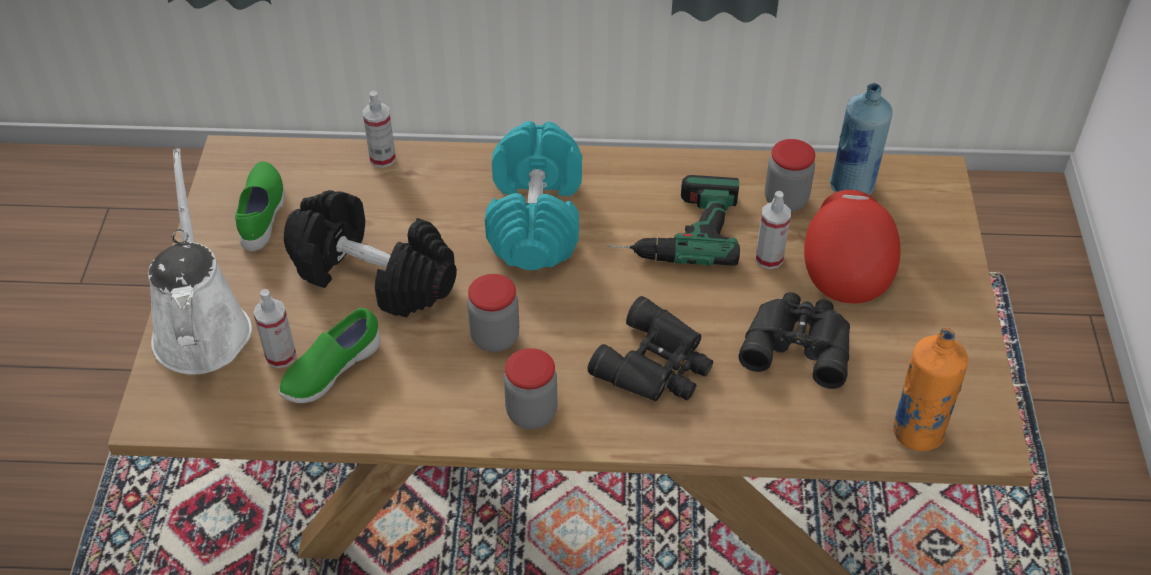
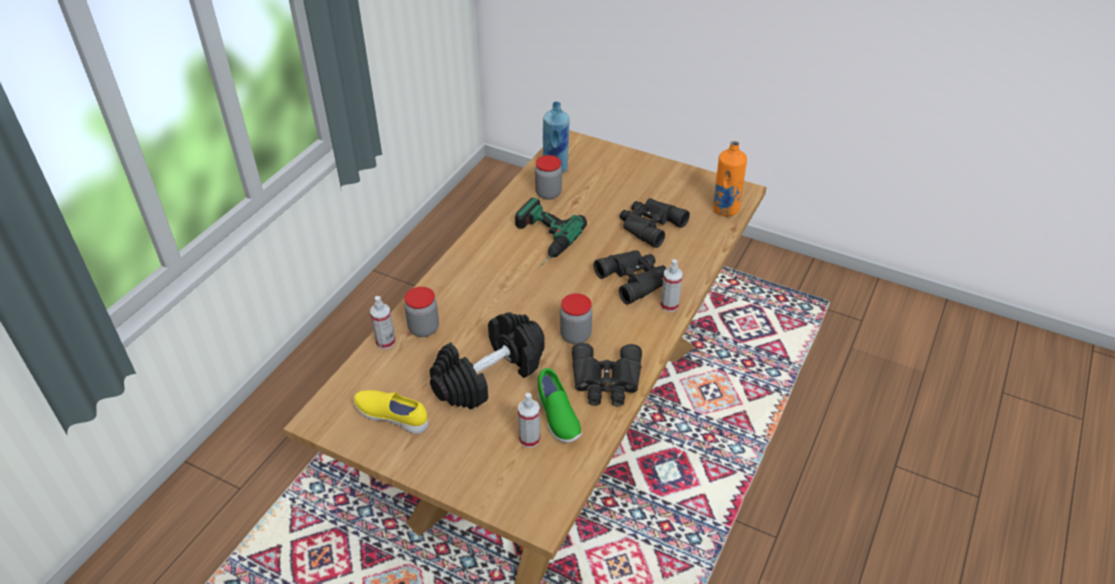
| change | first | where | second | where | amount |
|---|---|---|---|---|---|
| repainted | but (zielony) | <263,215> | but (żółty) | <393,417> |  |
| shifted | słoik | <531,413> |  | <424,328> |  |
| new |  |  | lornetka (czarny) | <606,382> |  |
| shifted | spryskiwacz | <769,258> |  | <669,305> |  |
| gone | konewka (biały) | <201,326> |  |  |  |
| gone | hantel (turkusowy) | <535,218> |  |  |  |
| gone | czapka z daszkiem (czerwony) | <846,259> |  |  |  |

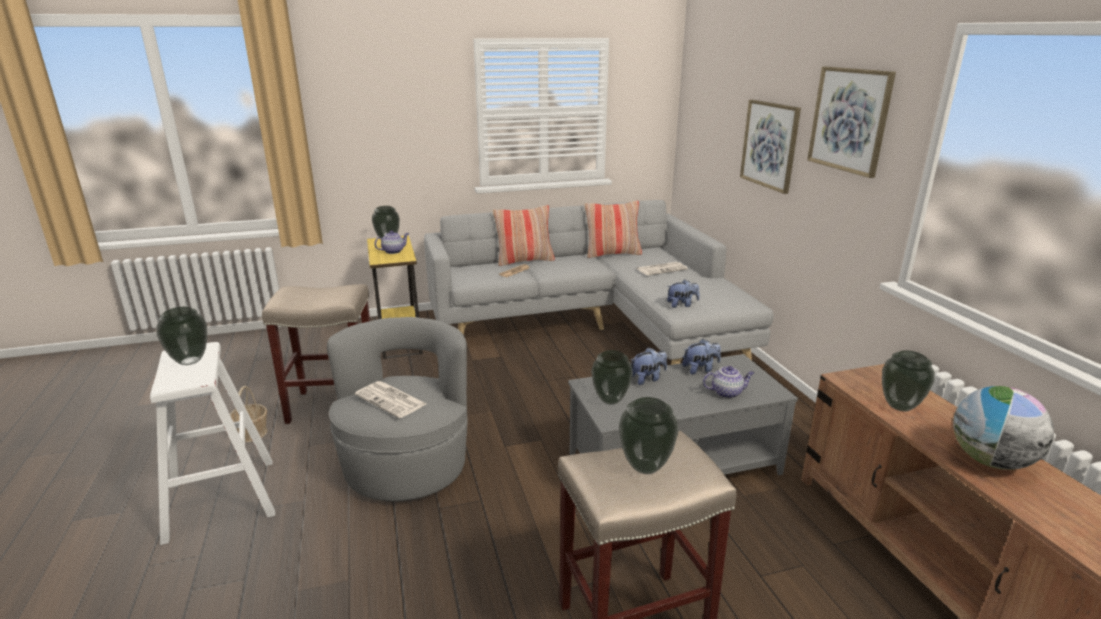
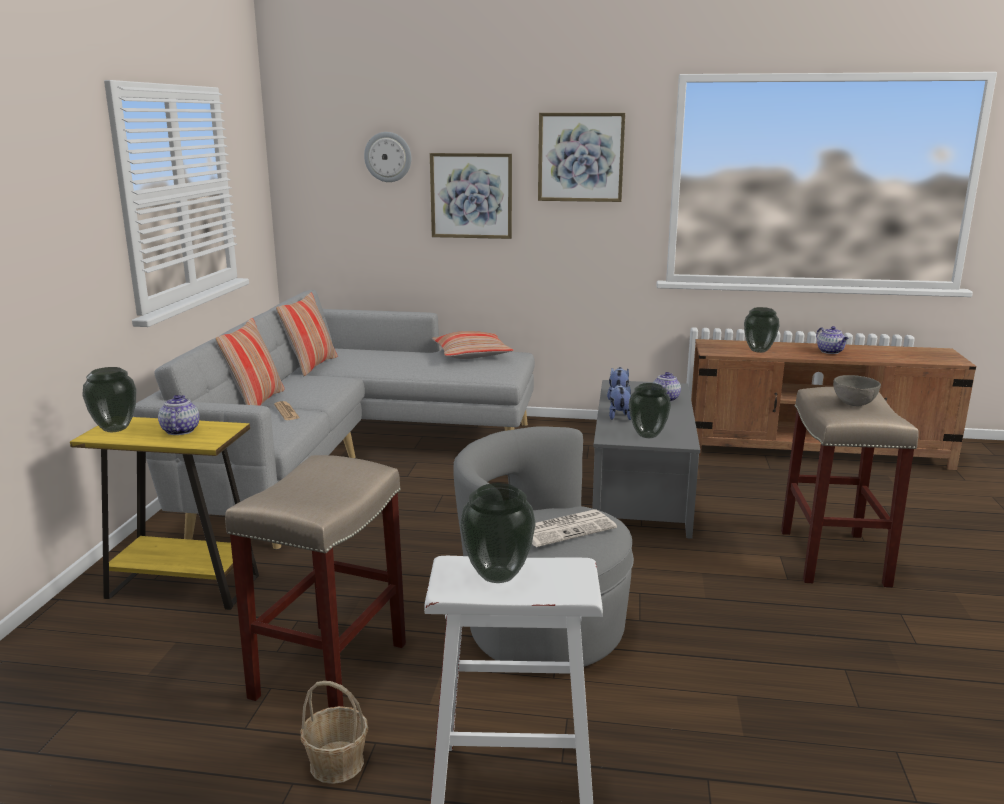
| change | first | where | second | where | amount |
|---|---|---|---|---|---|
| new |  |  | zegar ścienny | <388,157> |  |
| new |  |  | poduszka | <471,355> |  |
| swapped | globus | <990,461> | imbryk | <830,352> |  |
| swapped | wazon | <644,466> | miska (szary) | <853,403> |  |
| gone | gazeta | <661,269> |  |  |  |
| gone | pluszak | <682,305> |  |  |  |

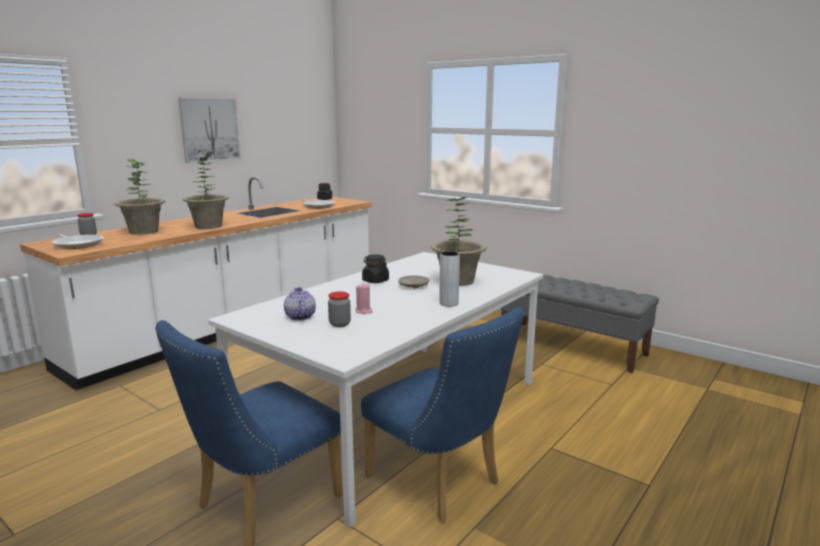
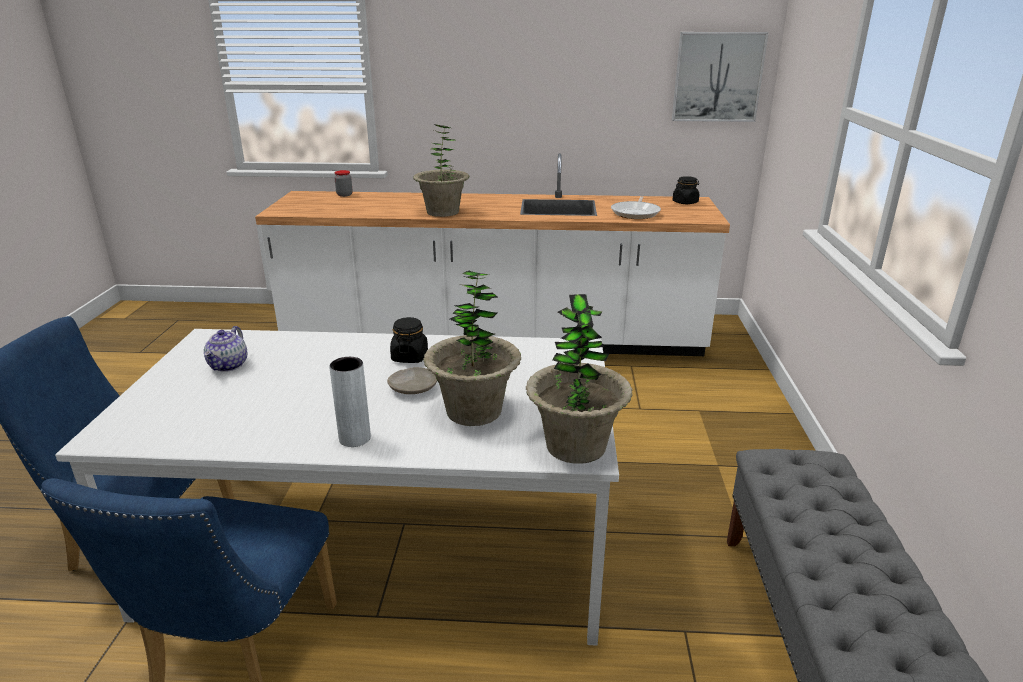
| change | first | where | second | where | amount |
|---|---|---|---|---|---|
| rotated | imbryk | <299,316> |  | <229,365> | 150 degrees clockwise |
| shifted | roślina doniczkowa | <144,231> |  | <575,446> |  |
| shifted | obraz | <209,129> |  | <717,77> |  |
| gone | patelnia | <77,244> |  |  |  |
| gone | słoik | <339,324> |  |  |  |
| gone | świeca (różowy) | <363,311> |  |  |  |

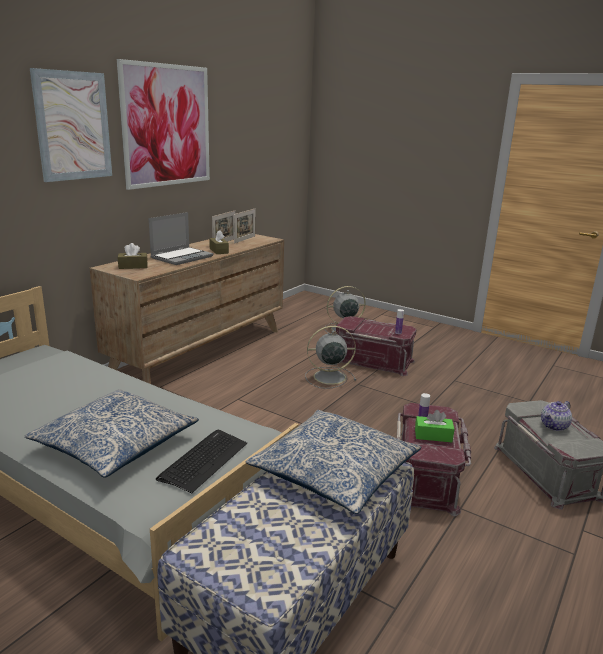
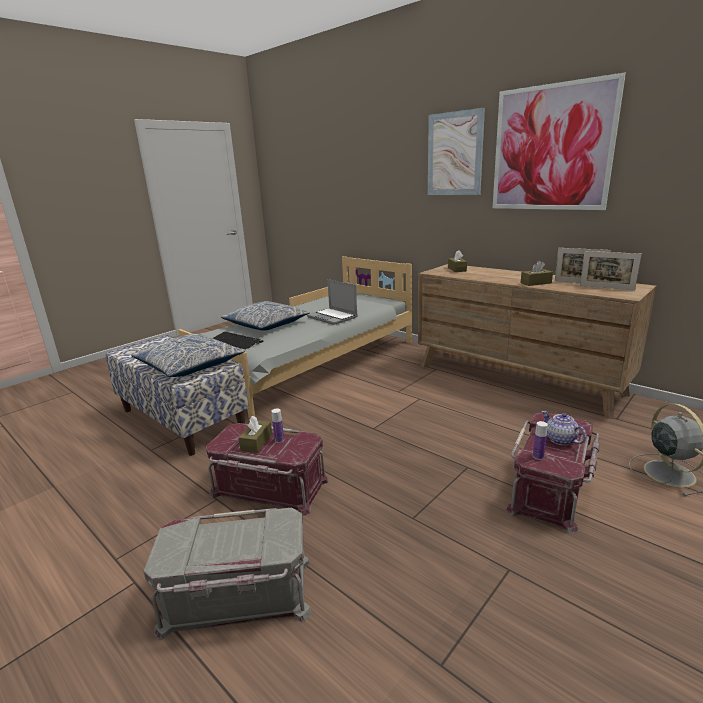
| change | first | where | second | where | amount |
|---|---|---|---|---|---|
| repainted | pudełko chusteczek (zielony) | <433,435> | pudełko chusteczek (brązowy) | <256,442> |  |
| shifted | laptop | <182,257> |  | <333,317> |  |
| shifted | imbryk | <554,426> |  | <560,440> |  |
| gone | wentylator (szary) | <328,377> |  |  |  |

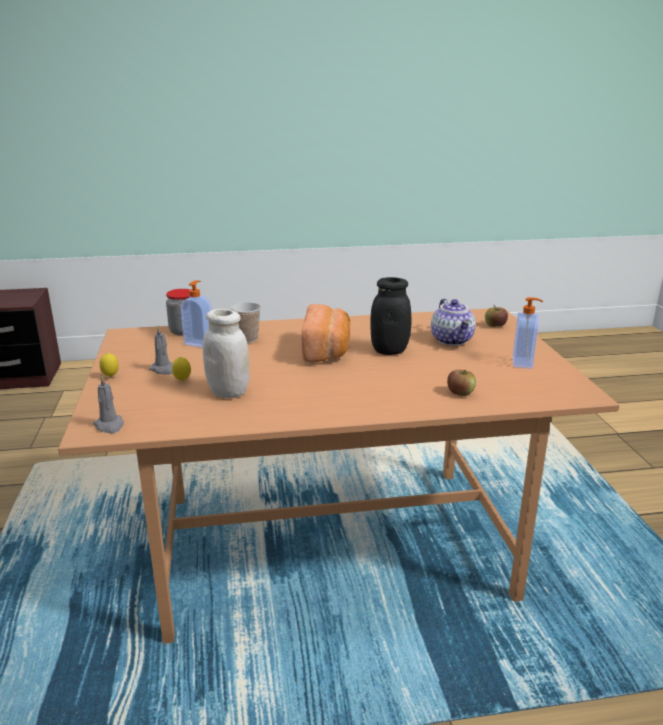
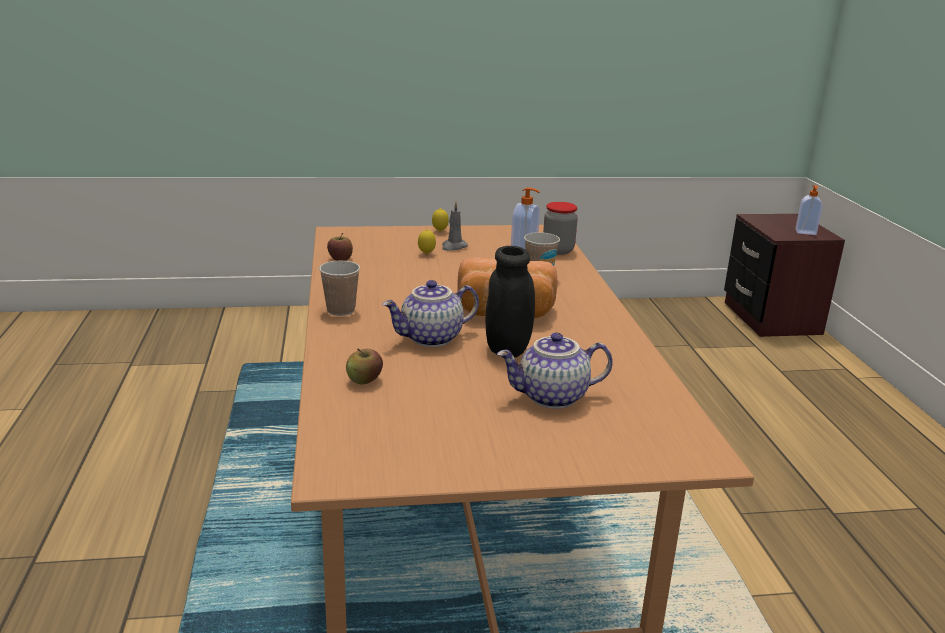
| change | first | where | second | where | amount |
|---|---|---|---|---|---|
| new |  |  | filiżanka | <341,310> |  |
| shifted | jabłko | <495,325> |  | <340,259> |  |
| new |  |  | imbryk | <431,339> |  |
| shifted | dozownik mydła | <523,363> |  | <805,232> |  |
| gone | świeca (szary) | <109,426> |  |  |  |
| gone | słoik (biały) | <228,392> |  |  |  |

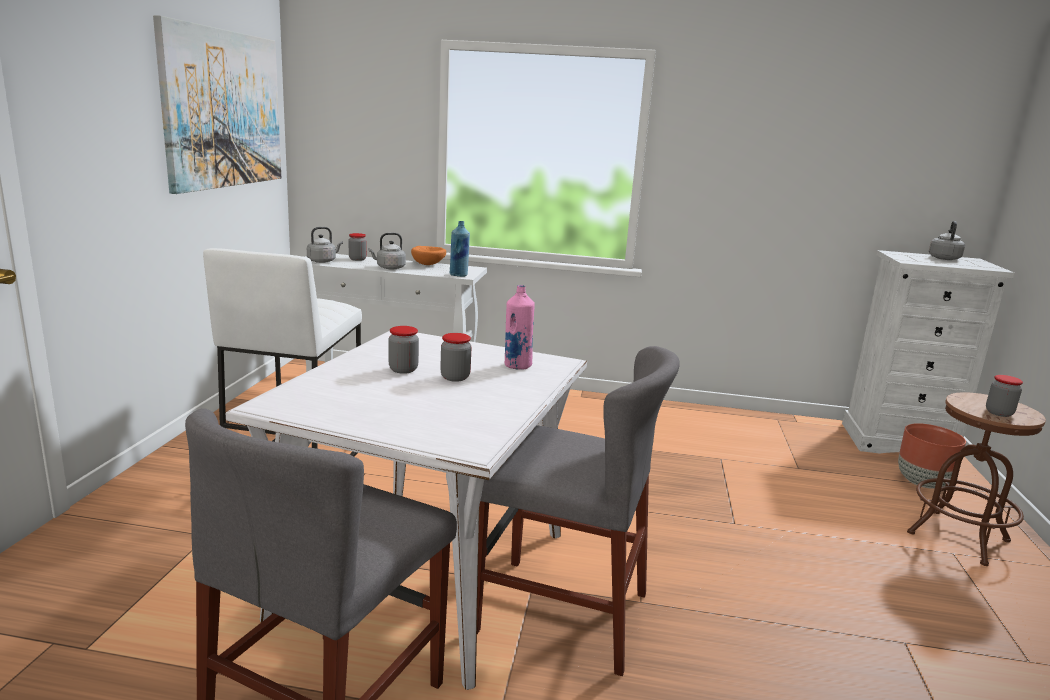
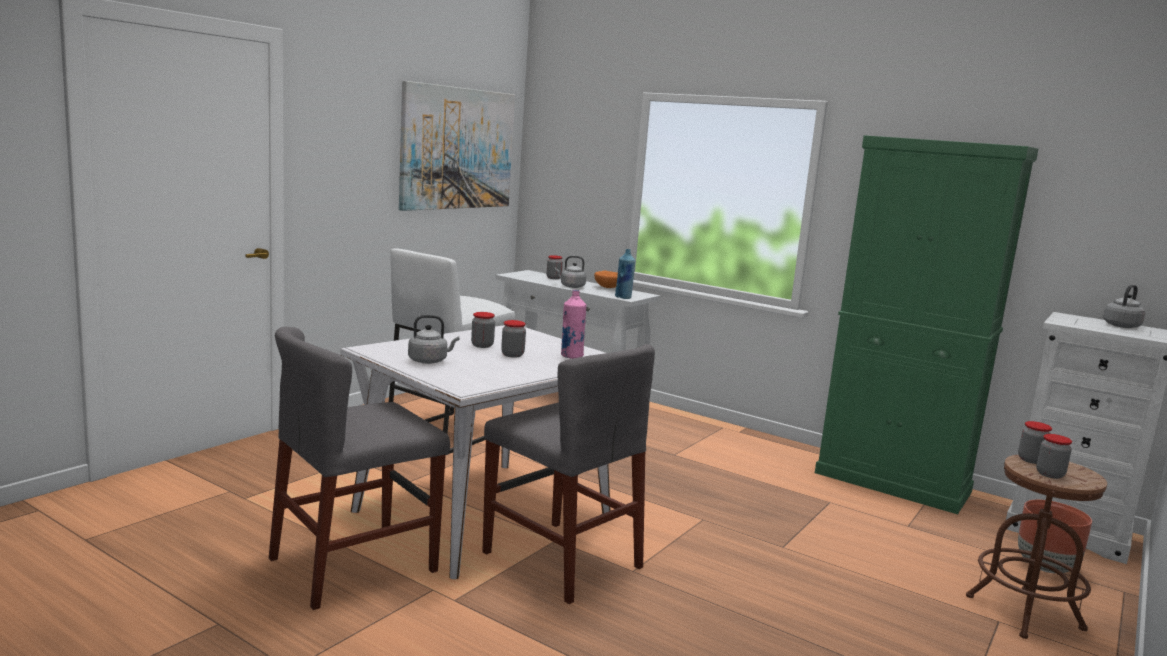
| change | first | where | second | where | amount |
|---|---|---|---|---|---|
| shifted | czajnik (szary) | <323,261> |  | <430,361> |  |
| new |  |  | szafka (zielony) | <892,482> |  |
| new |  |  | słoik | <1031,460> |  |

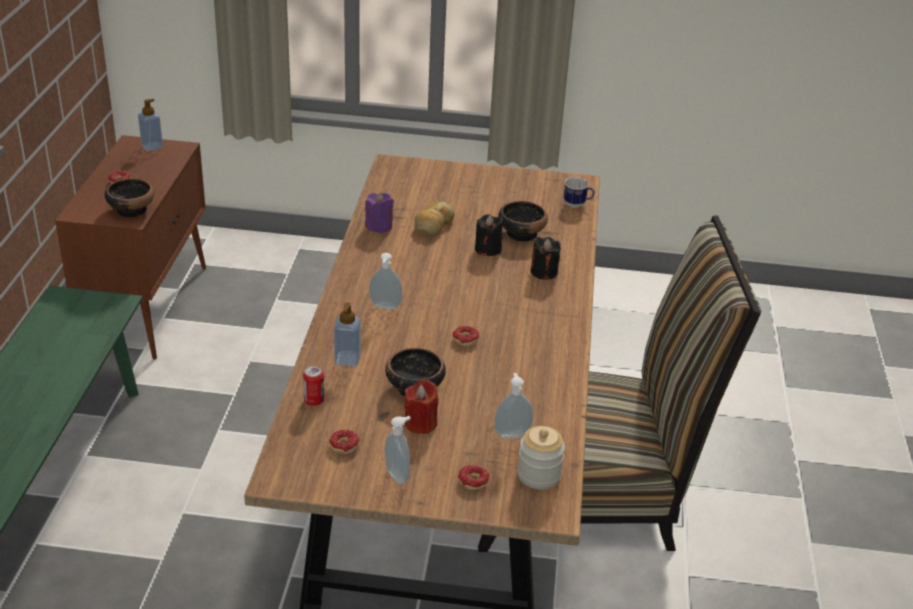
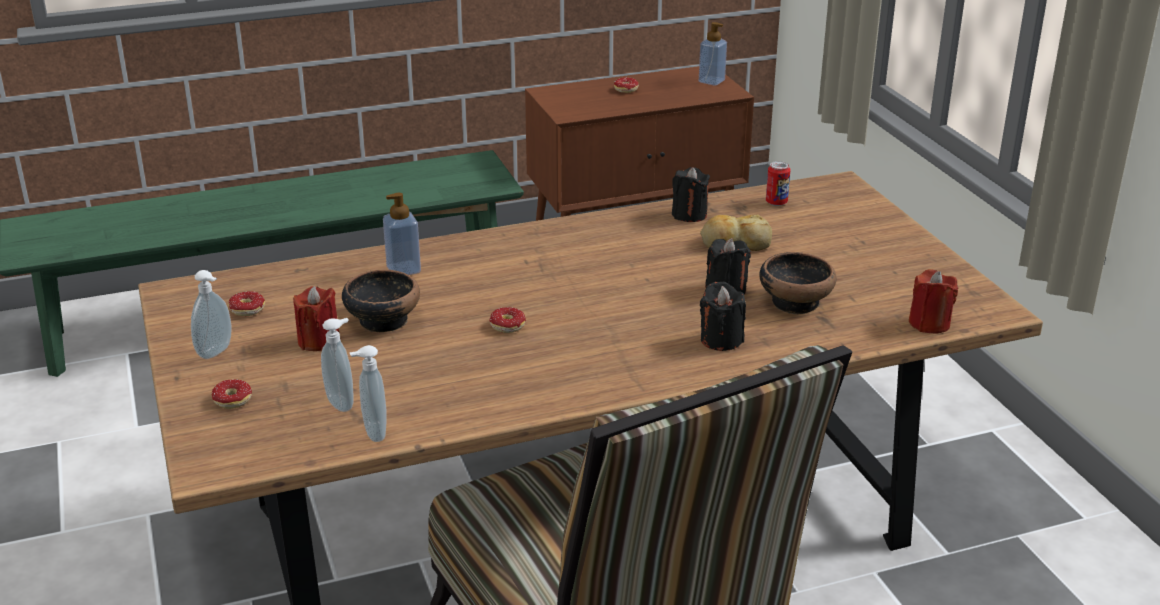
| change | first | where | second | where | amount |
|---|---|---|---|---|---|
| shifted | dozownik mydła | <385,307> |  | <373,433> |  |
| repainted | świeca (fioletowy) | <379,226> | świeca (czarny) | <689,214> |  |
| shifted | puszka | <314,401> |  | <776,202> |  |
| swapped | kubek | <577,205> | świeca (czerwony) | <929,323> |  |
| gone | miska | <131,210> |  |  |  |
| gone | słoik | <539,475> |  |  |  |

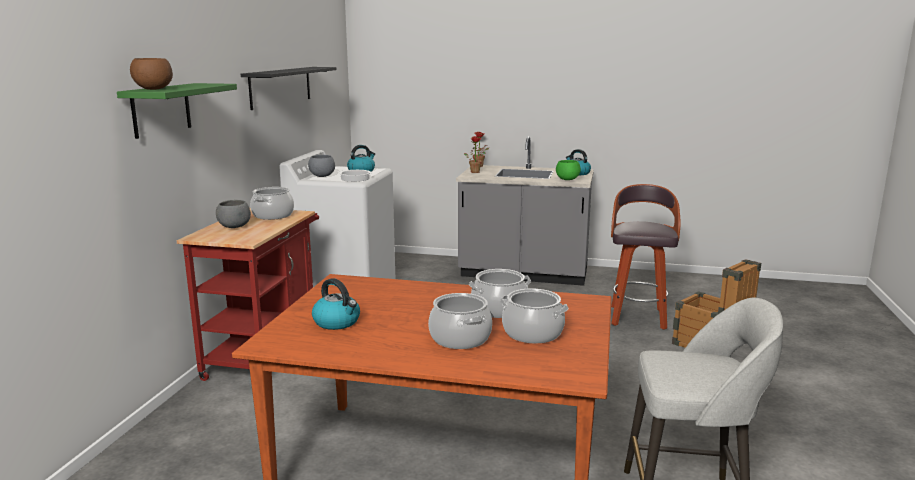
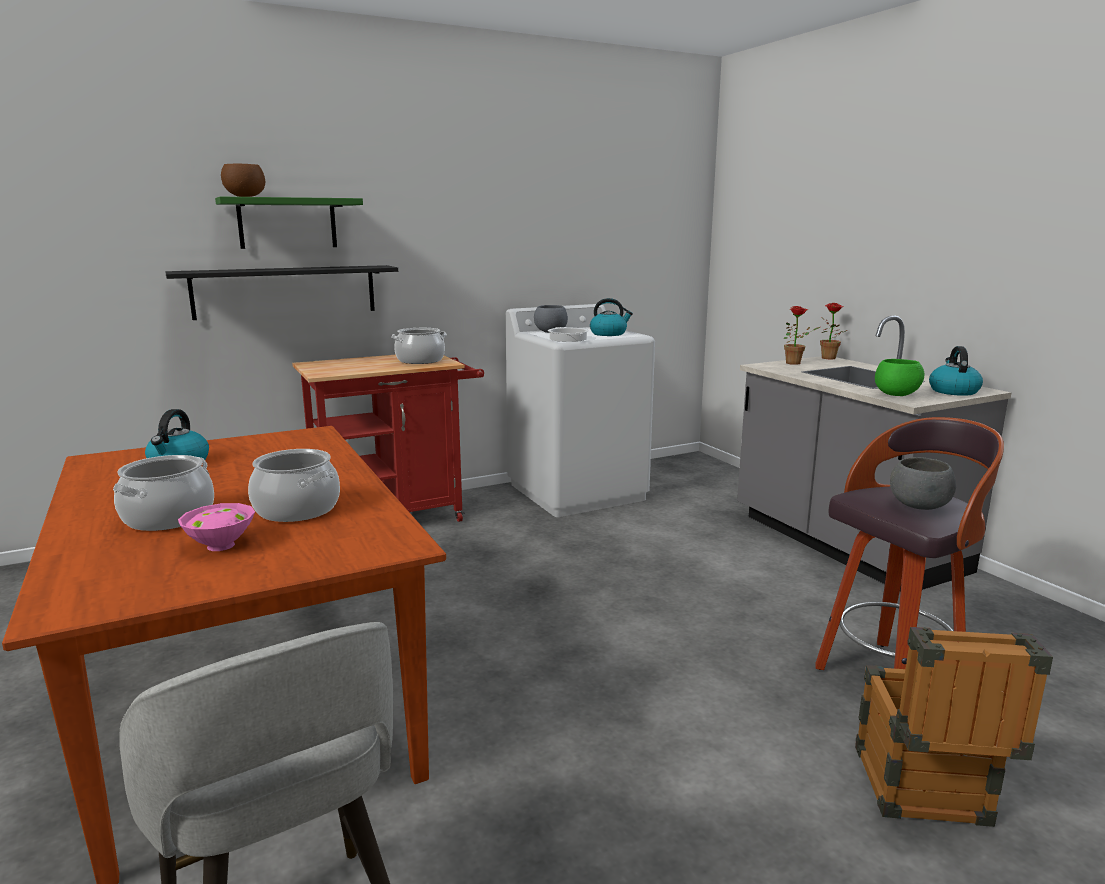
| change | first | where | second | where | amount |
|---|---|---|---|---|---|
| shifted | półka (czarny) | <281,87> |  | <285,291> |  |
| swapped | garnek | <532,333> | miska (różowy) | <219,545> |  |
| shifted | miska (szary) | <234,227> |  | <918,506> |  |

